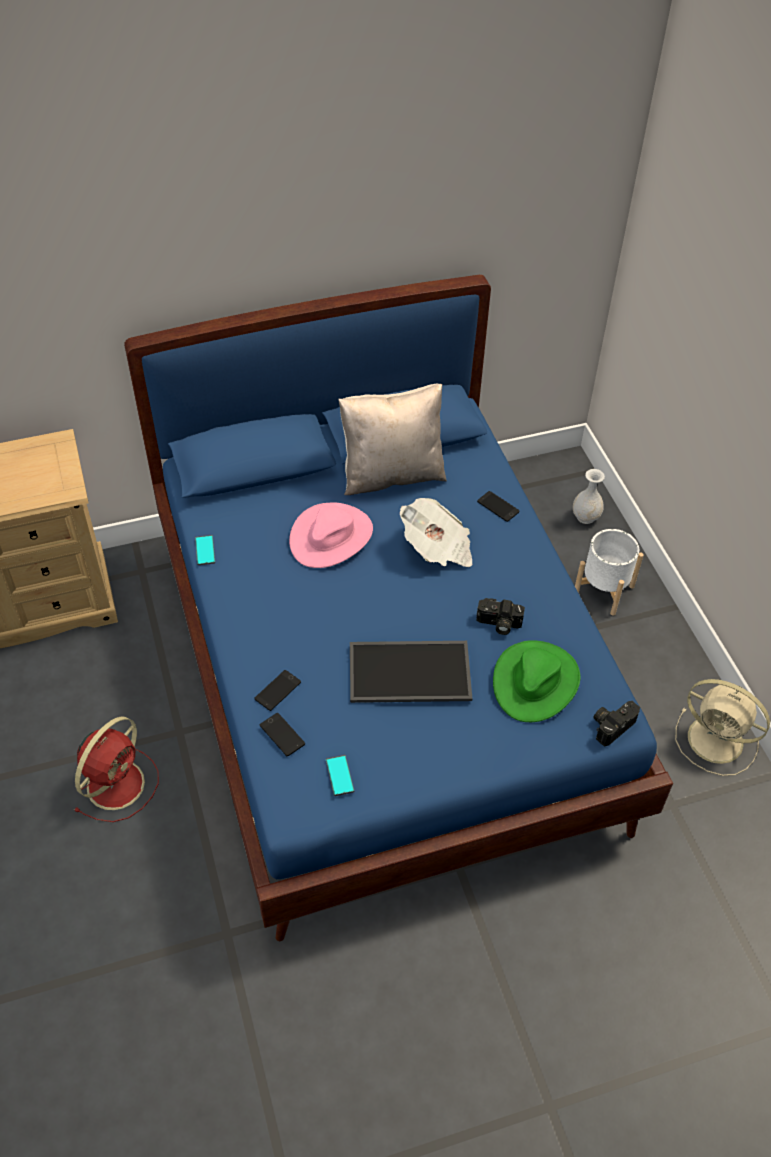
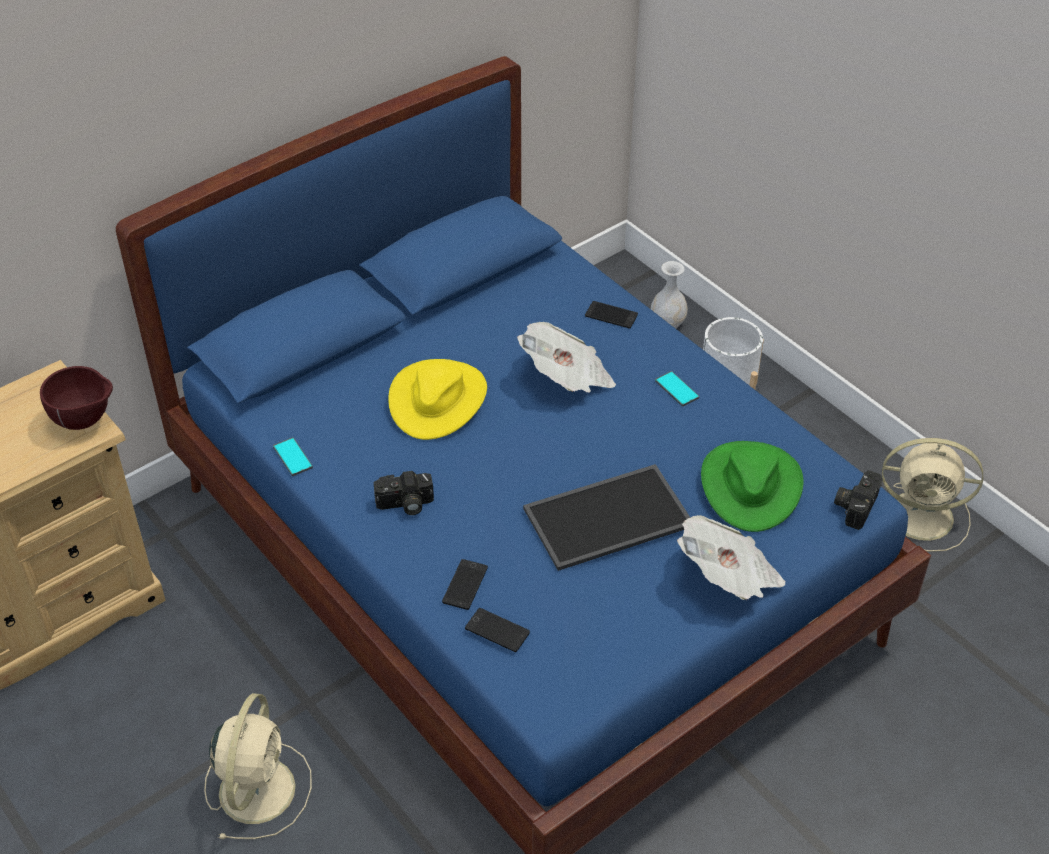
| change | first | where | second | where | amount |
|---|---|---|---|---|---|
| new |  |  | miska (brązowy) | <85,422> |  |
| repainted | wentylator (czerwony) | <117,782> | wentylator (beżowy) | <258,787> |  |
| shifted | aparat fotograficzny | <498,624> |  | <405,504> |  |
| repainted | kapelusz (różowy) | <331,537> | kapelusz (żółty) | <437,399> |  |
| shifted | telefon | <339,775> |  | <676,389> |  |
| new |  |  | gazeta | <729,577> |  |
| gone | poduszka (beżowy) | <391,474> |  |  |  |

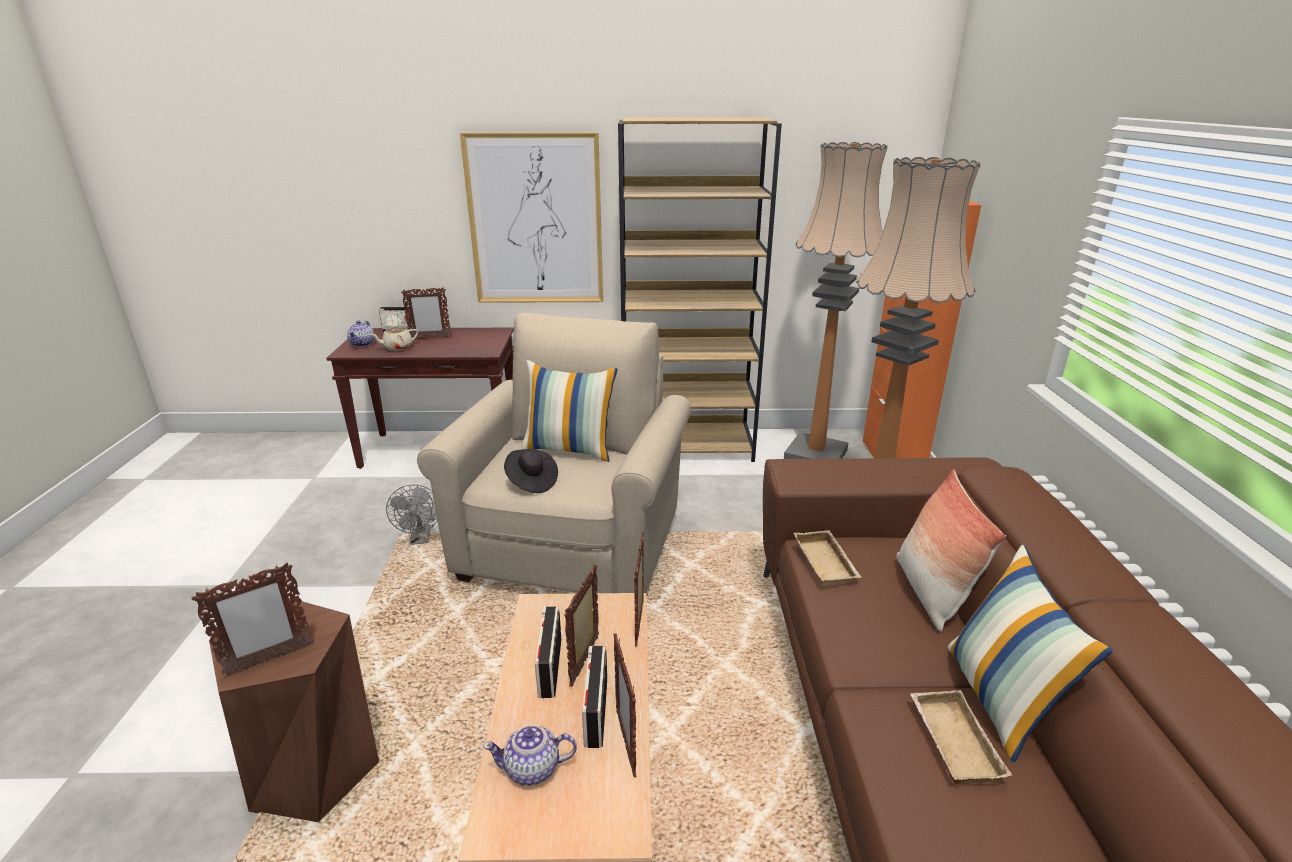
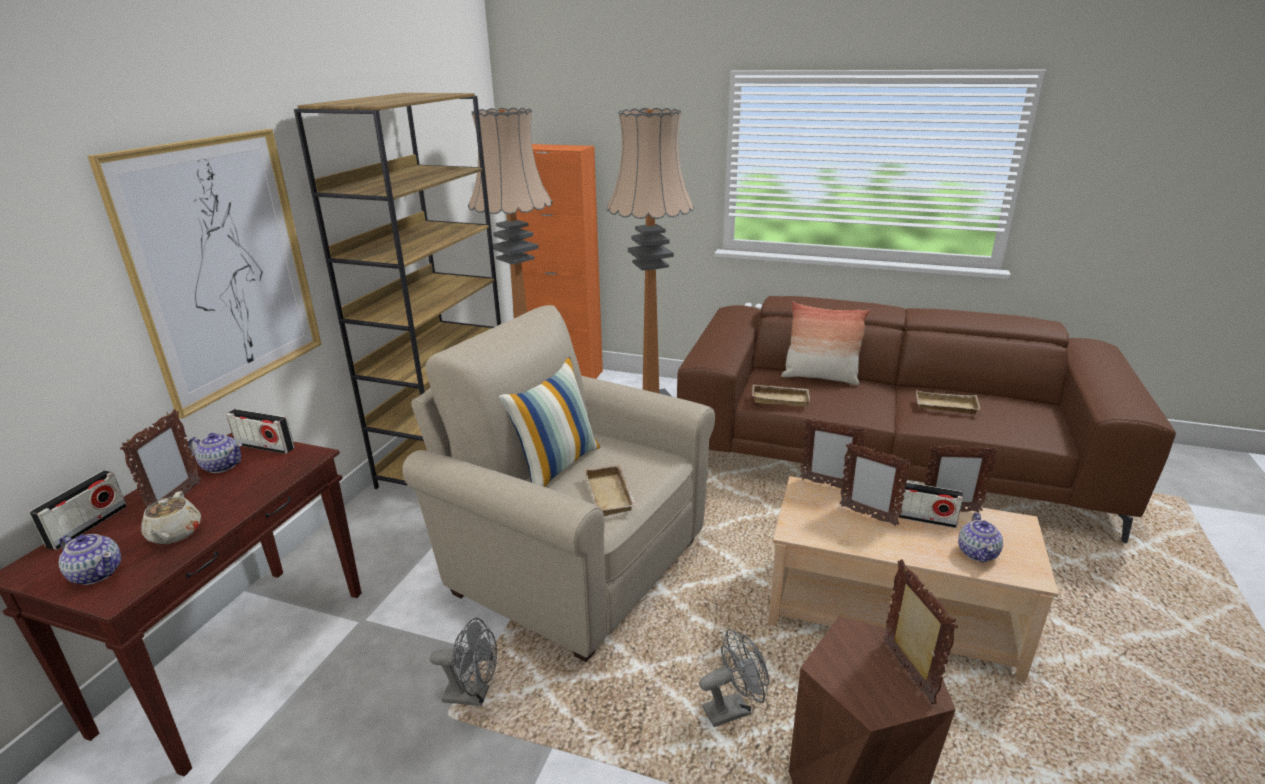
| change | first | where | second | where | amount |
|---|---|---|---|---|---|
| new |  |  | imbryk | <222,465> |  |
| shifted | radio | <550,667> |  | <265,446> |  |
| swapped | kapelusz (czarny) | <531,482> | taca (beżowy) | <612,495> |  |
| new |  |  | wentylator (szary) | <733,708> |  |
| gone | poduszka | <1001,700> |  |  |  |

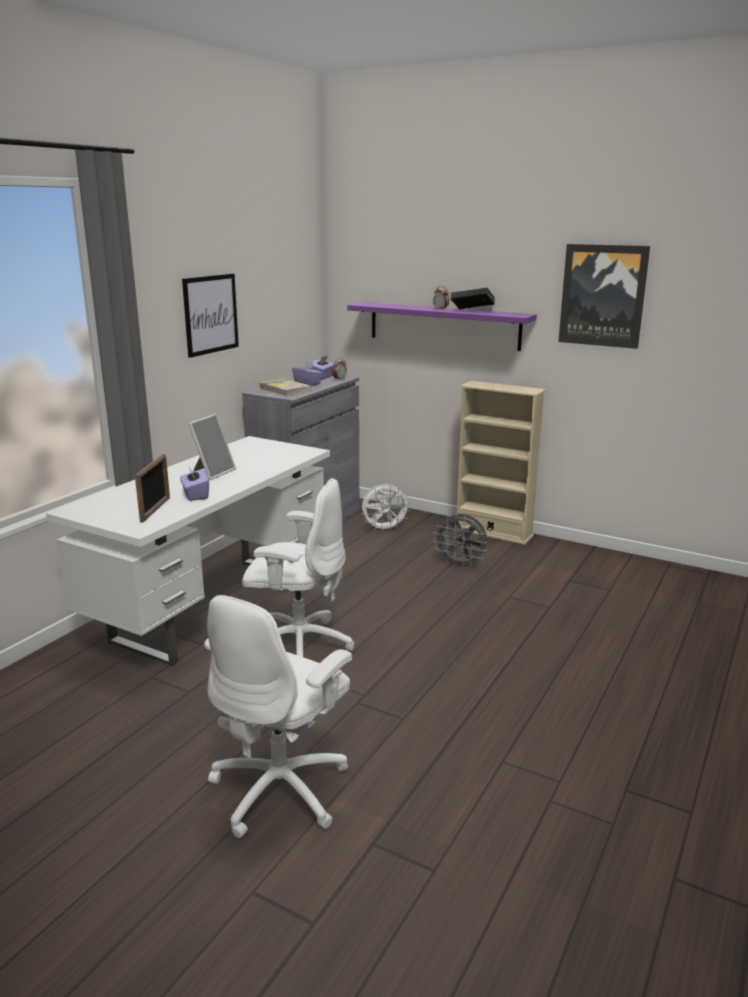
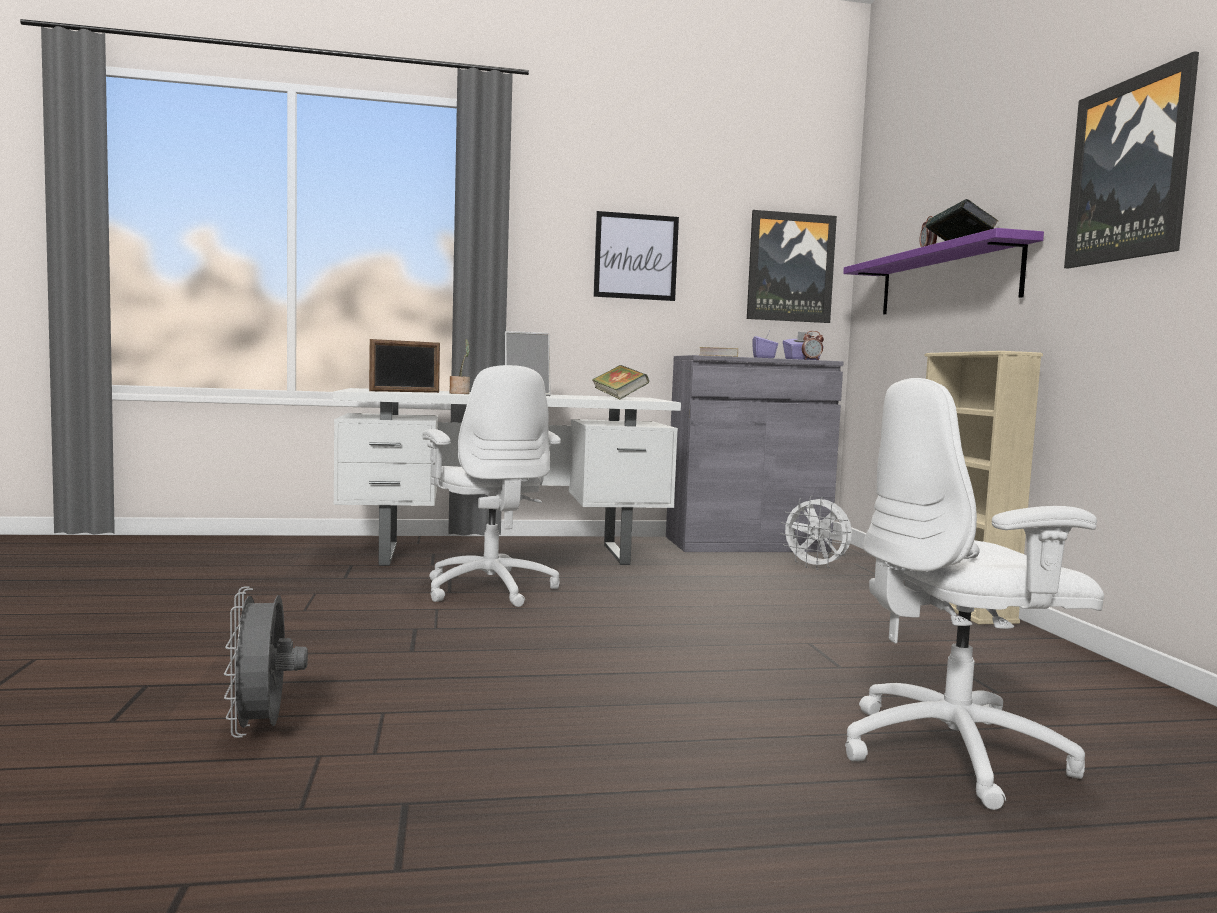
| change | first | where | second | where | amount |
|---|---|---|---|---|---|
| shifted | wentylator (szary) | <461,564> |  | <262,730> |  |
| swapped | pudełko chusteczek (fioletowy) | <195,495> | roślina doniczkowa | <460,393> |  |
| new |  |  | książka | <619,398> |  |
| new |  |  | obraz | <790,267> |  |
| shifted | krzesło biurowe (biały) | <282,789> |  | <956,753> |  |

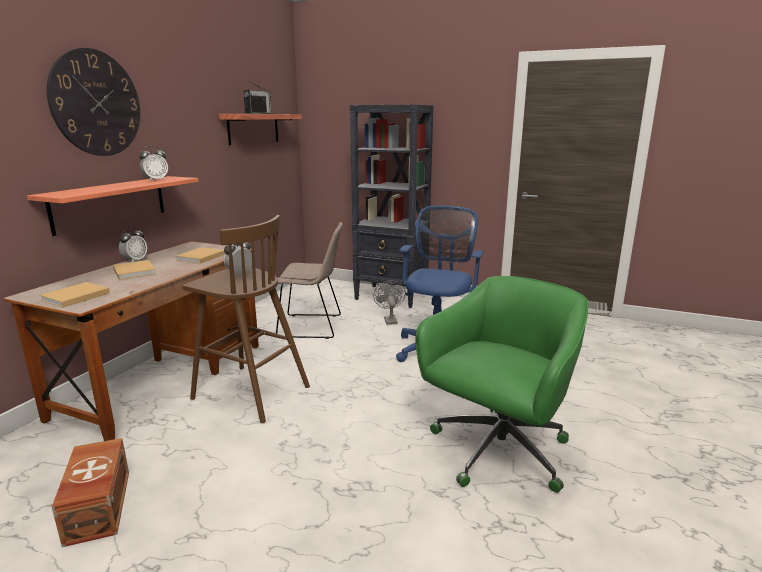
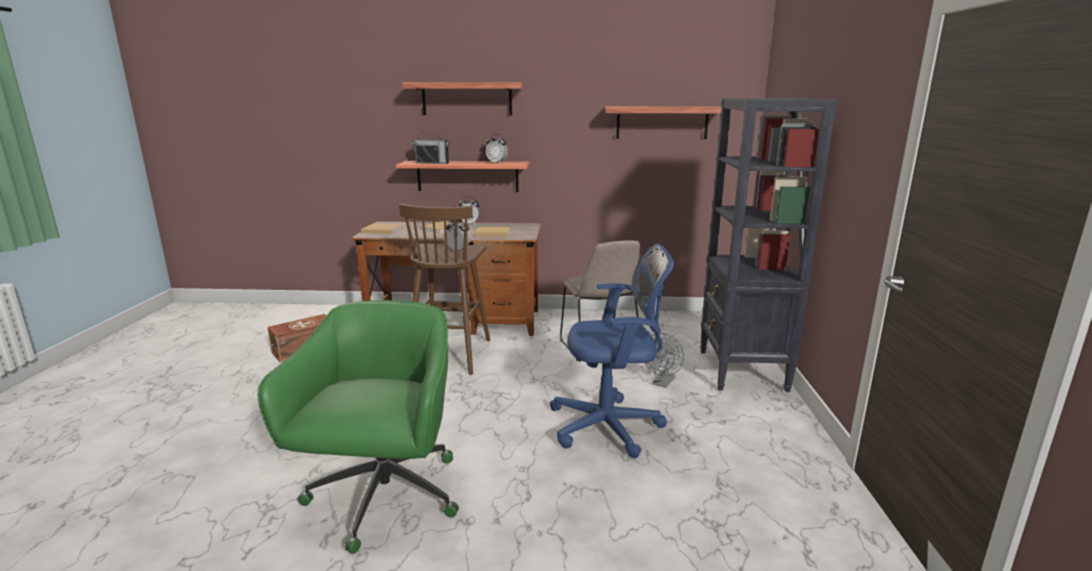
| change | first | where | second | where | amount |
|---|---|---|---|---|---|
| rotated | krzesło biurowe (zielony) | <497,452> |  | <383,498> | 105 degrees counterclockwise |
| swapped | zegar ścienny | <96,103> | półka | <467,99> |  |
| shifted | radio | <258,113> |  | <432,163> |  |
| rotated | wentylator (szary) | <389,320> |  | <662,383> | 150 degrees clockwise |

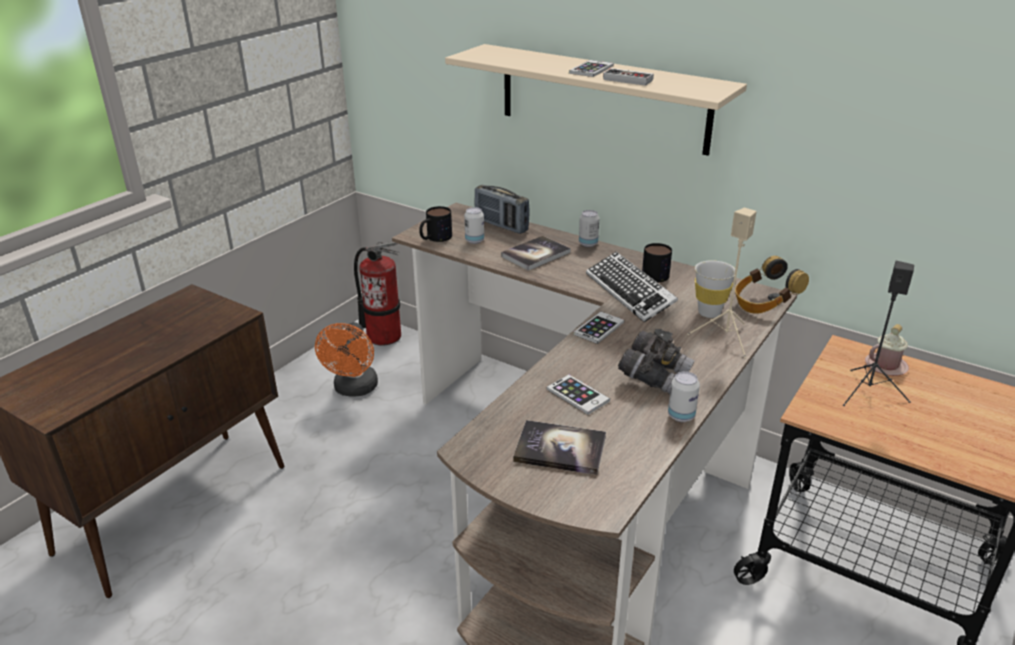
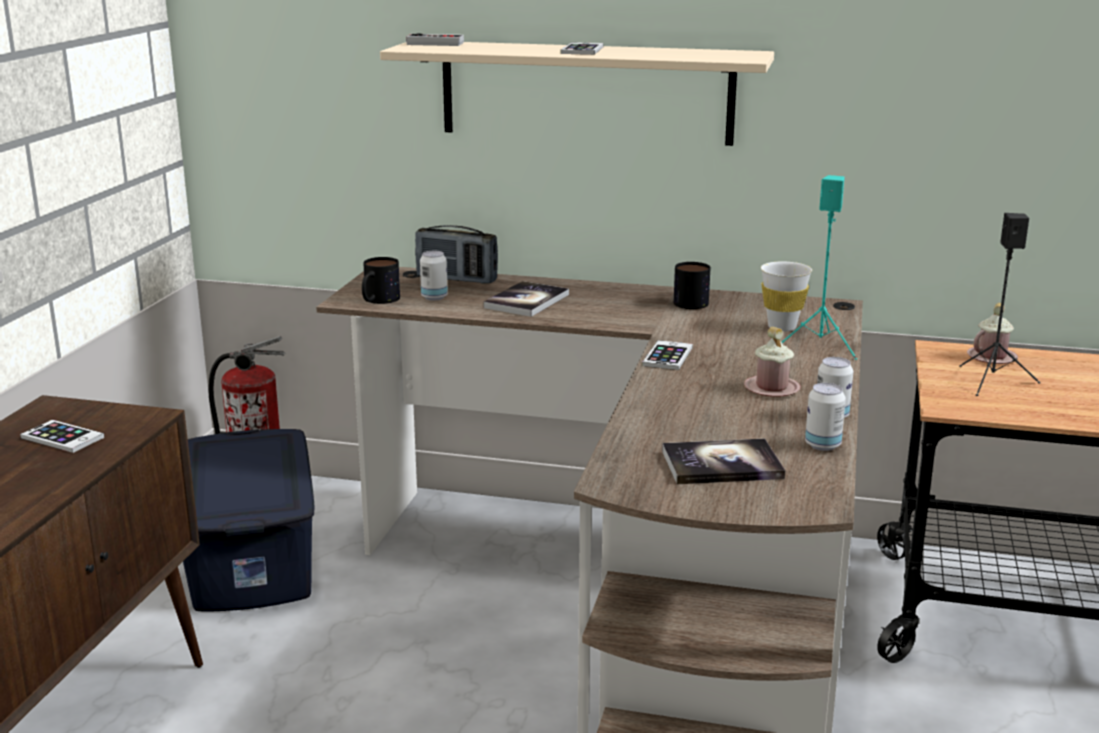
| change | first | where | second | where | amount |
|---|---|---|---|---|---|
| shifted | telefon | <577,395> |  | <62,438> |  |
| swapped | wentylator (pomarańczowy) | <354,389> | pojemnik do przechowywania (niebieski) | <253,556> |  |
| shifted | pad do gier | <629,79> |  | <436,43> |  |
| swapped | lornetka (szary) | <654,377> | kubek (różowy) | <771,388> |  |
| repainted | głośnik (beżowy) | <726,338> | głośnik (turkusowy) | <821,346> |  |
| shifted | puszka | <588,244> |  | <822,445> |  |
| gone | klawiatura | <630,292> |  |  |  |
| gone | słuchawki | <764,304> |  |  |  |

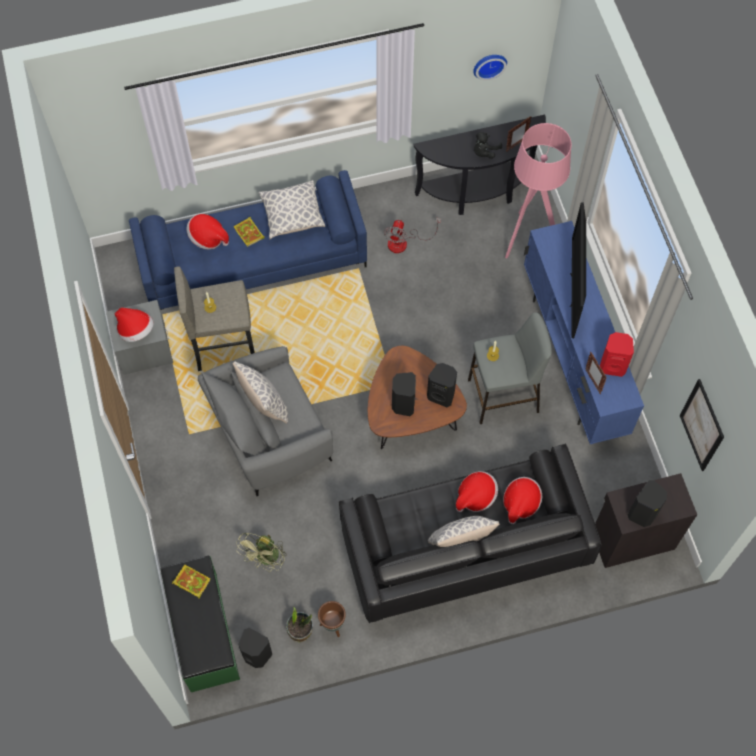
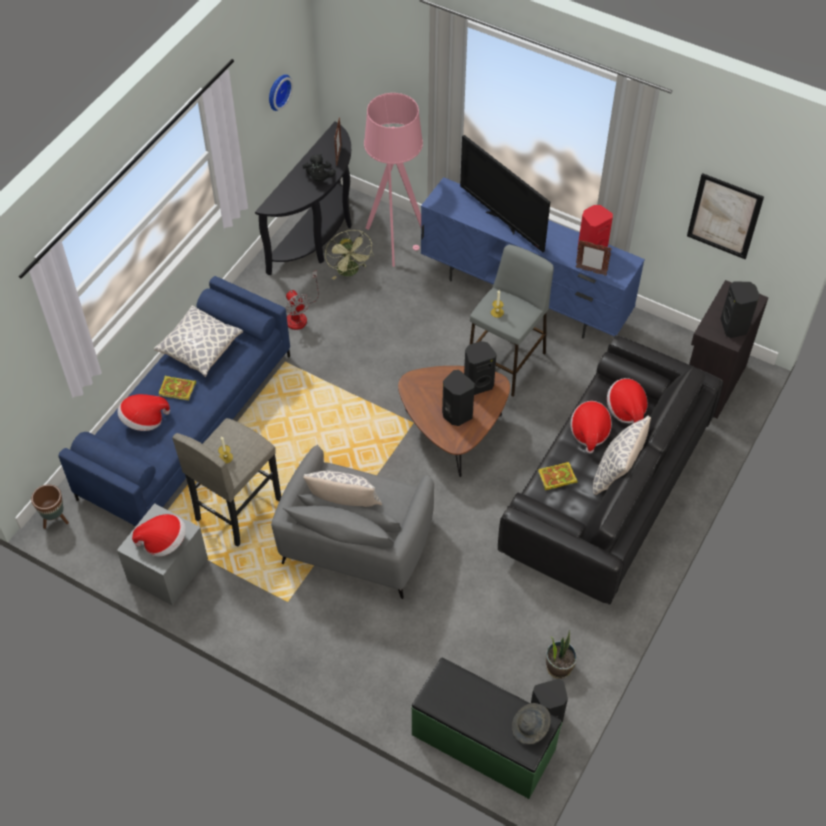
| change | first | where | second | where | amount |
|---|---|---|---|---|---|
| shifted | donica (brązowy) | <332,625> |  | <55,520> |  |
| shifted | wentylator (zielony) | <266,559> |  | <350,272> |  |
| new |  |  | kapelusz (szary) | <530,728> |  |
| shifted | książka | <191,581> |  | <556,478> |  |

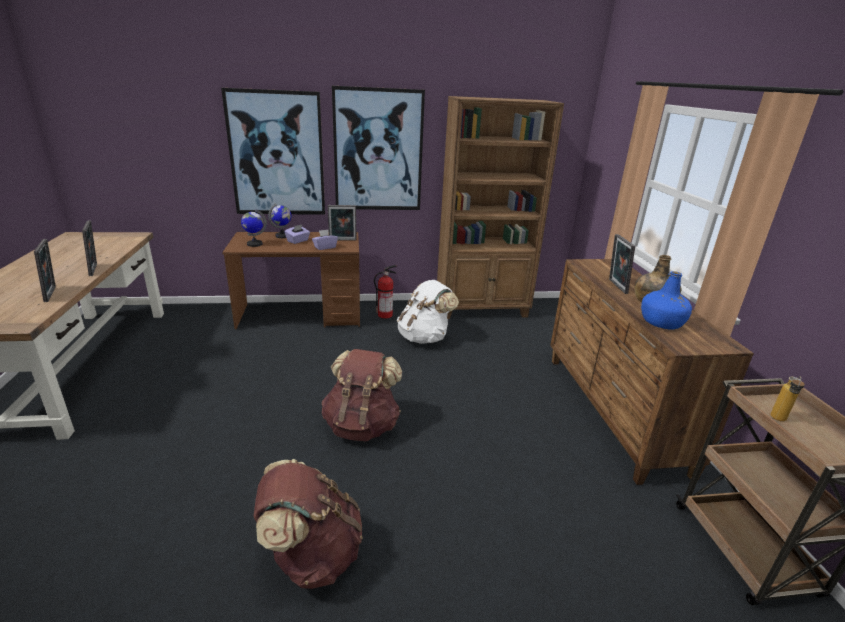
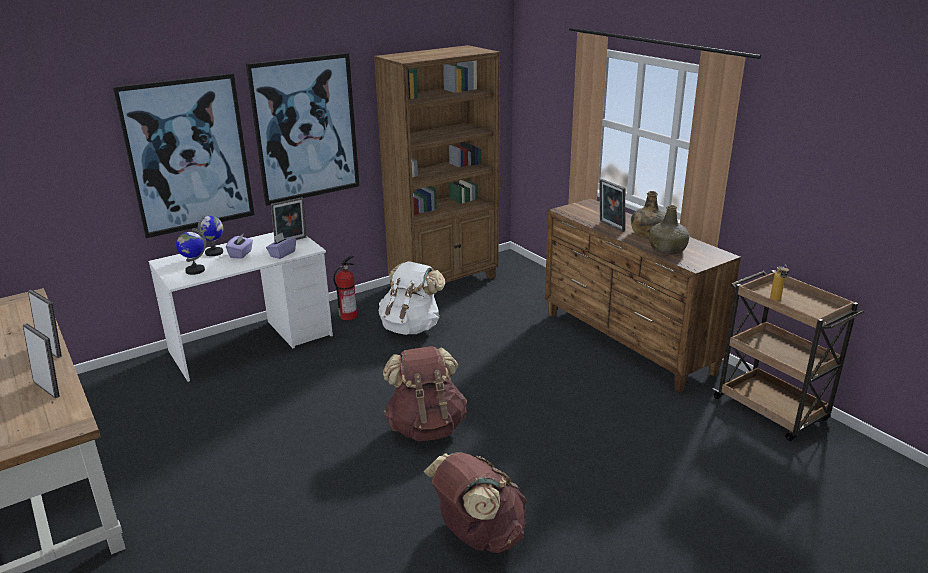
| change | first | where | second | where | amount |
|---|---|---|---|---|---|
| repainted | biurko (brązowy) | <301,315> | biurko (biały) | <252,344> |  |
| repainted | butelka (niebieski) | <662,322> | butelka (zielony) | <667,249> |  |

